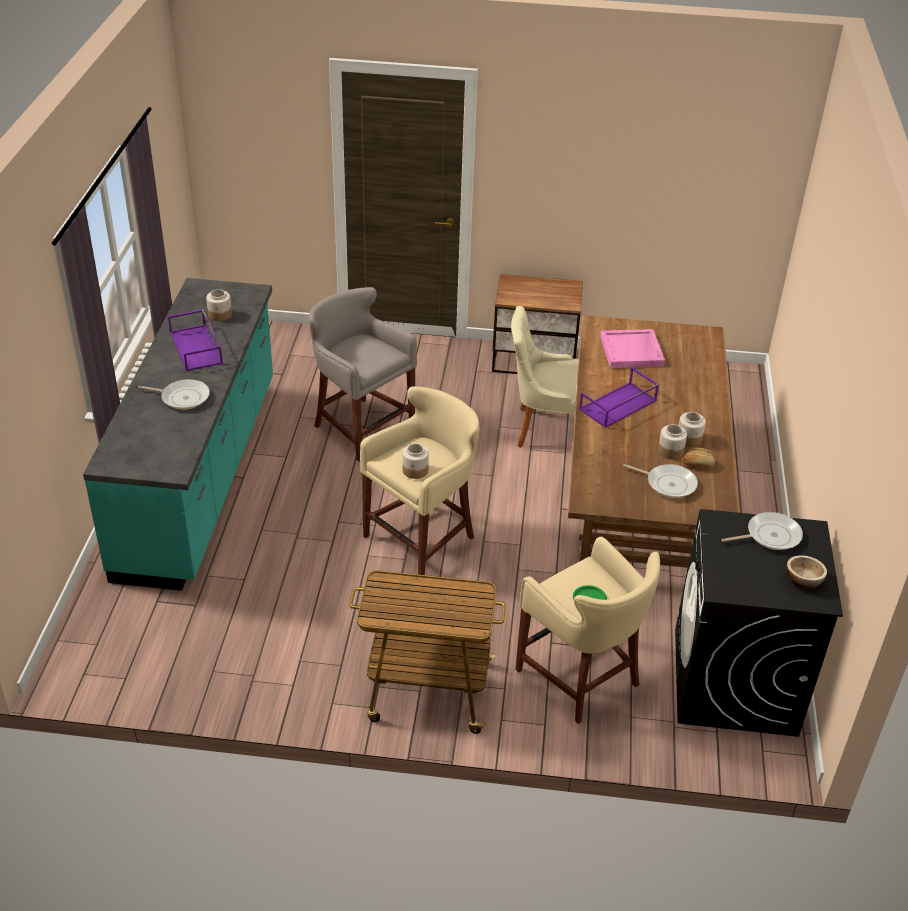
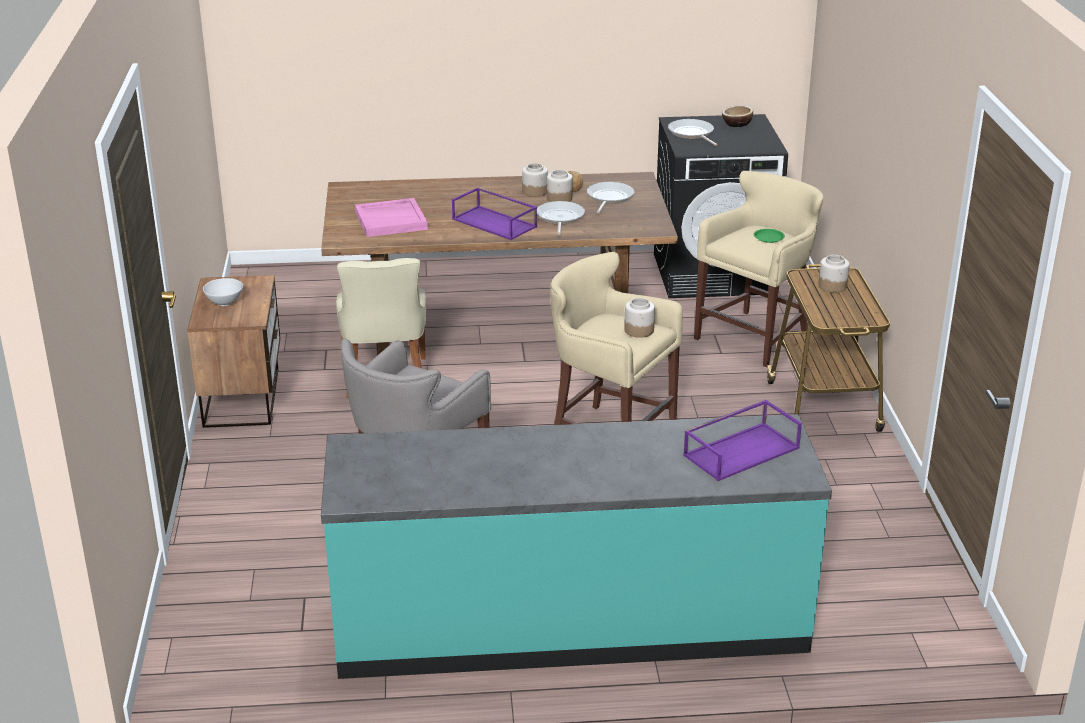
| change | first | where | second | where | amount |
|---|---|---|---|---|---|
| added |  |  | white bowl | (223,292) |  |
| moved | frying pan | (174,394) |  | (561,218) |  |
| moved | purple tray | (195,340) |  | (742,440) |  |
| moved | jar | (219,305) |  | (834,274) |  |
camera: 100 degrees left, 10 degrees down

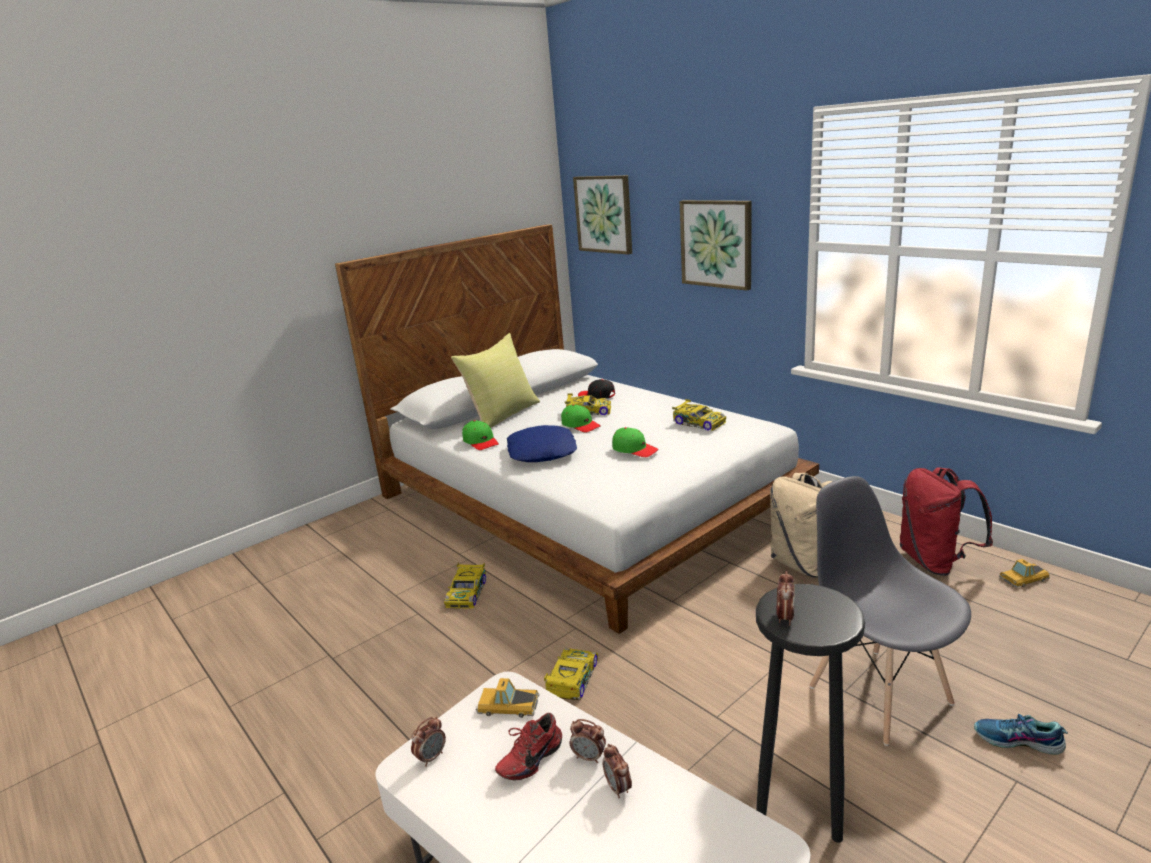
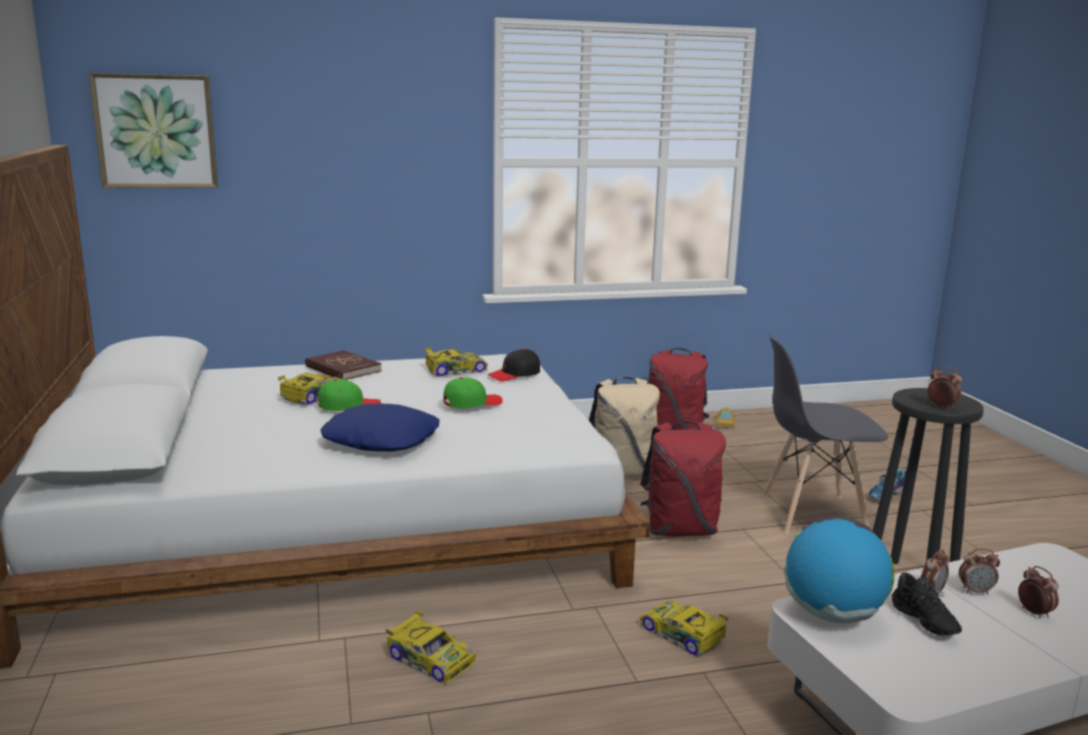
| change | first | where | second | where | amount |
|---|---|---|---|---|---|
| removed | yellow pillow | (495,380) |  |  |  |
| removed | green cap | (480,435) |  |  |  |
| removed | picture | (716,245) |  |  |  |
| added |  |  | red book | (343,365) |  |
| added |  |  | red backpack | (683,478) |  |
| moved | alarm clock | (428,741) |  | (1038,592) |  |
| moved | black cap | (596,389) |  | (514,365) |  |
| replaced | toy car | (507,698) | globe | (839,569) |  |
| recoloured | red shoe | (528,746) | black shoe | (927,604) |  |
camera: 65 degrees left, 5 degrees down

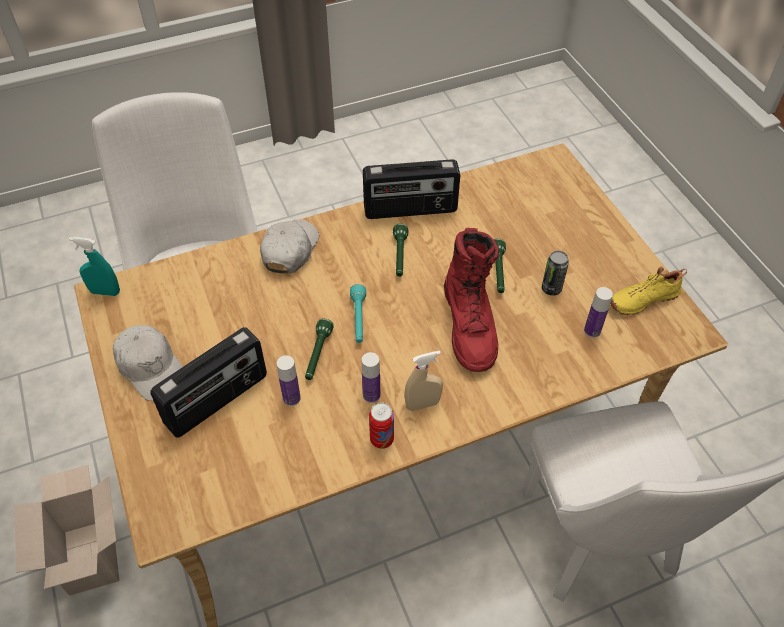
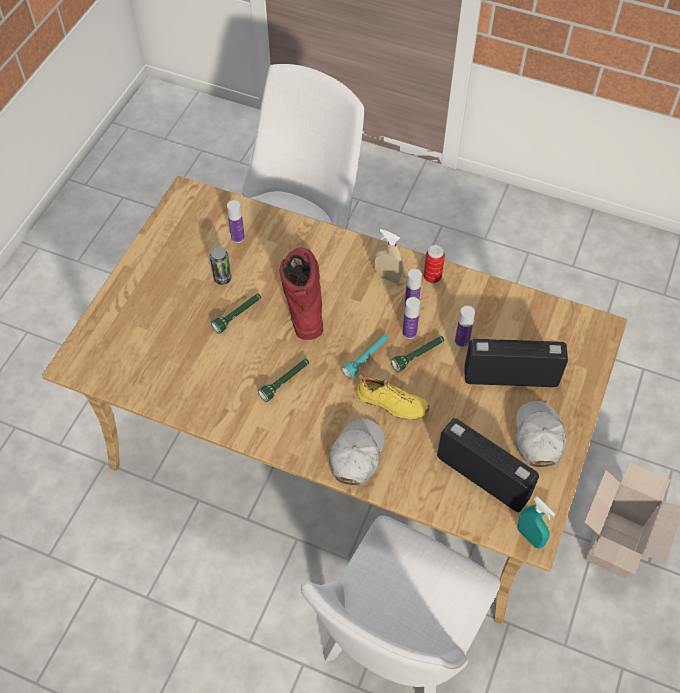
| change | first | where | second | where | amount |
|---|---|---|---|---|---|
| added |  |  | bottle | (411,318) |  |
| moved | radio | (411,189) |  | (488,465) |  |
| moved | yellow shoe | (648,290) |  | (392,397) |  |
| turned | white cap | (289,246) |  | (357,452) | 135 degrees clockwise |
| turned | red boot | (471,300) |  | (301,293) | 45 degrees counterclockwise |
camera: 135 degrees left, 5 degrees up

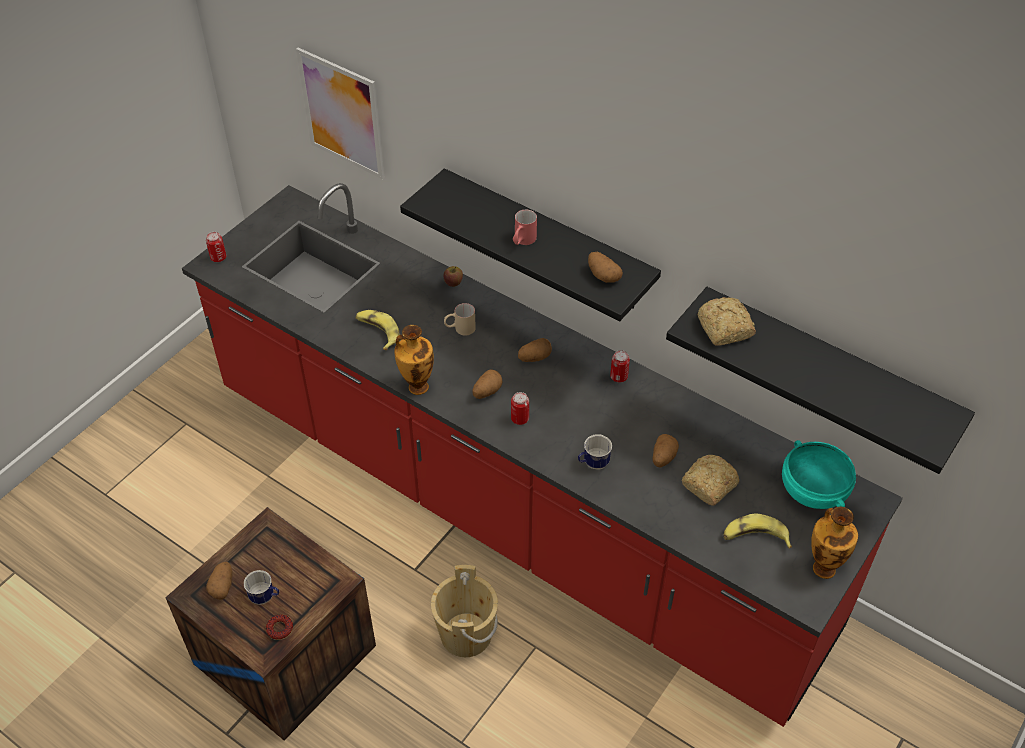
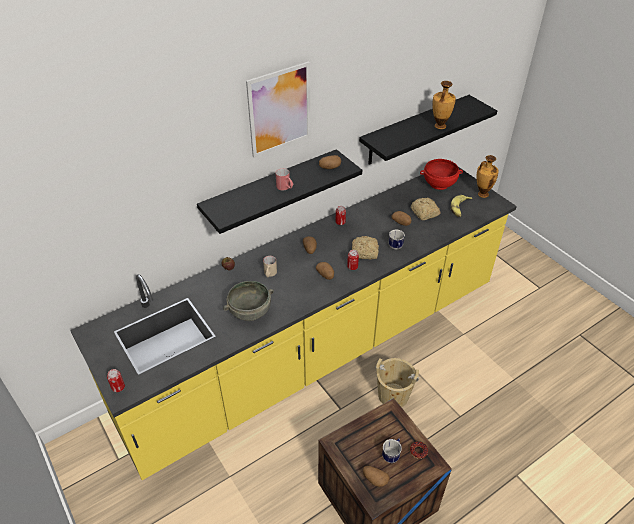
| change | first | where | second | where | amount |
|---|---|---|---|---|---|
| moved | picture | (340,113) |  | (278,109) |  |
| moved | vase | (414,360) |  | (444,105) |  |
| moved | bread | (726,321) |  | (365,247) |  |
| replaced | banana | (378,330) | grey bowl | (248,301) |  |
| recoloured | red counter | (542,455) | yellow counter | (293,323) |  |
| recoloured | turquoise bowl | (819,474) | red bowl | (441,174) |  |
camera: 70 degrees left, 5 degrees down

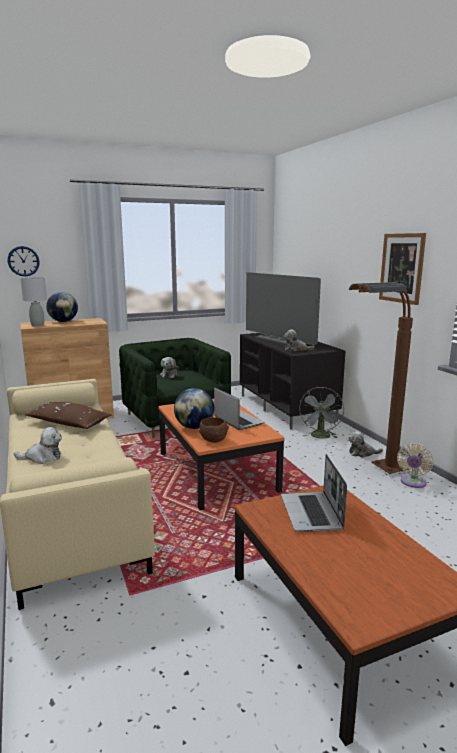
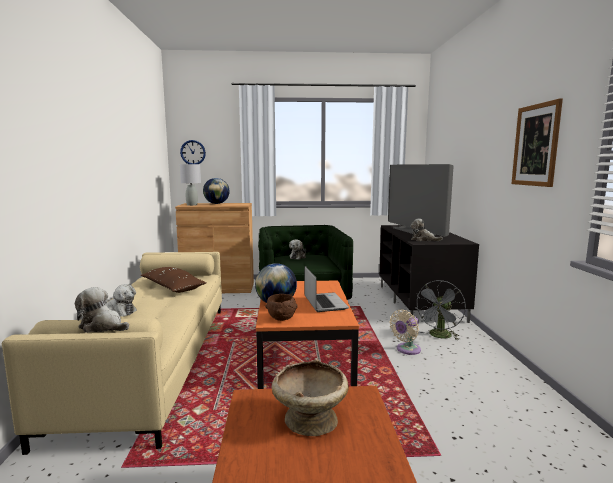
| change | first | where | second | where | amount |
|---|---|---|---|---|---|
| removed | brown floor lamp | (381,378) |  |  |  |
| moved | plush toy | (365,444) |  | (102,309) |  |
| moved | beige fan | (415,466) |  | (405,332) |  |
| replaced | laptop | (314,493) | beige bowl | (310,397) |  |
camera: 20 degrees right, 5 degrees down

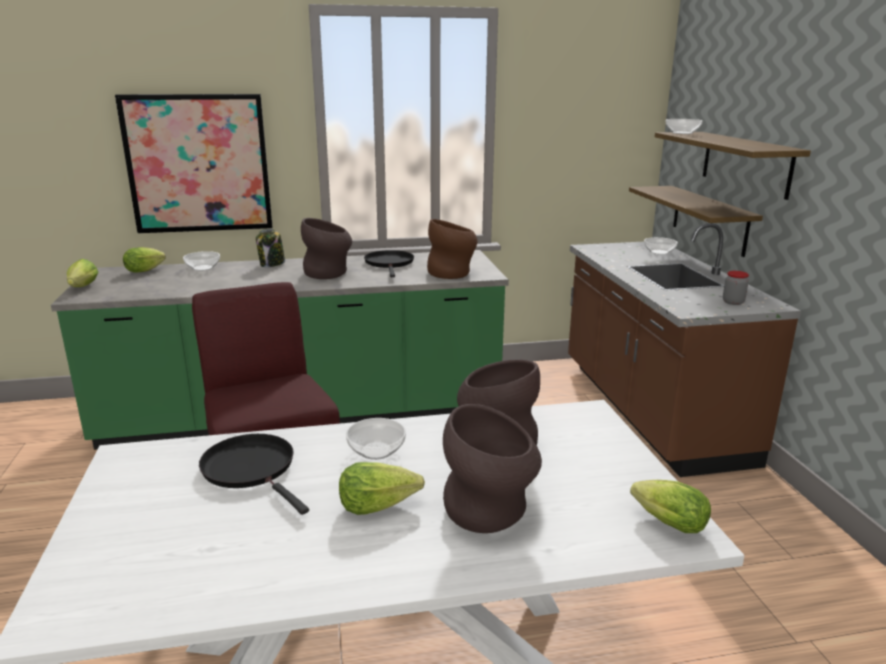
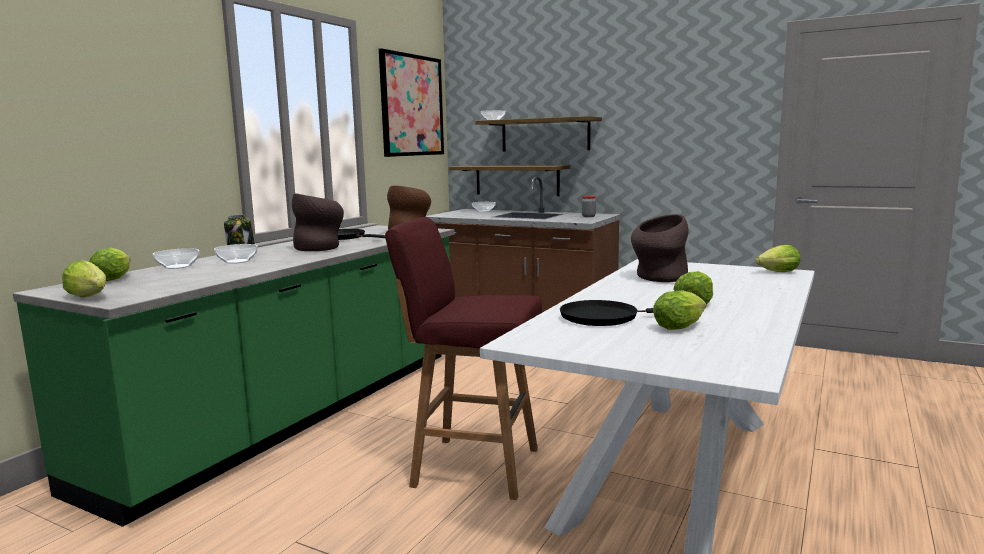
| change | first | where | second | where | amount |
|---|---|---|---|---|---|
| removed | brown vase | (492,468) |  |  |  |
| added |  |  | lettuce | (679,310) |  |
| moved | picture | (193,163) |  | (411,102) |  |
| moved | bowl | (376,439) |  | (236,254) |  |
camera: 50 degrees left, 10 degrees down

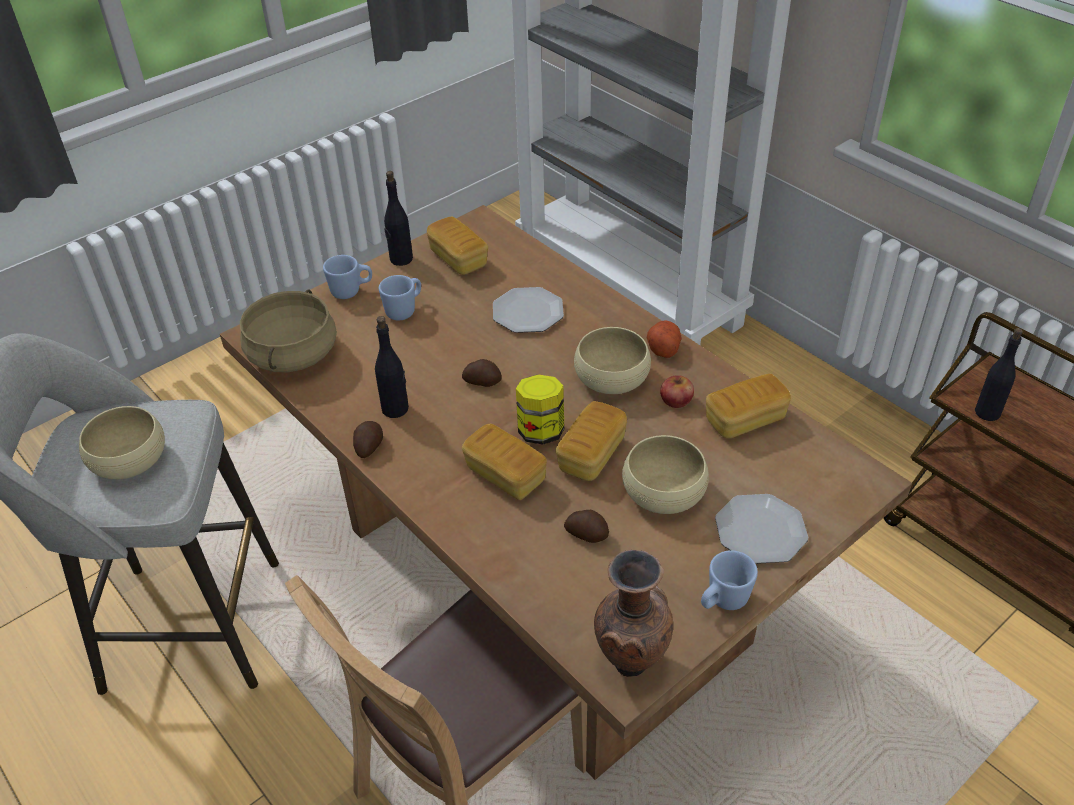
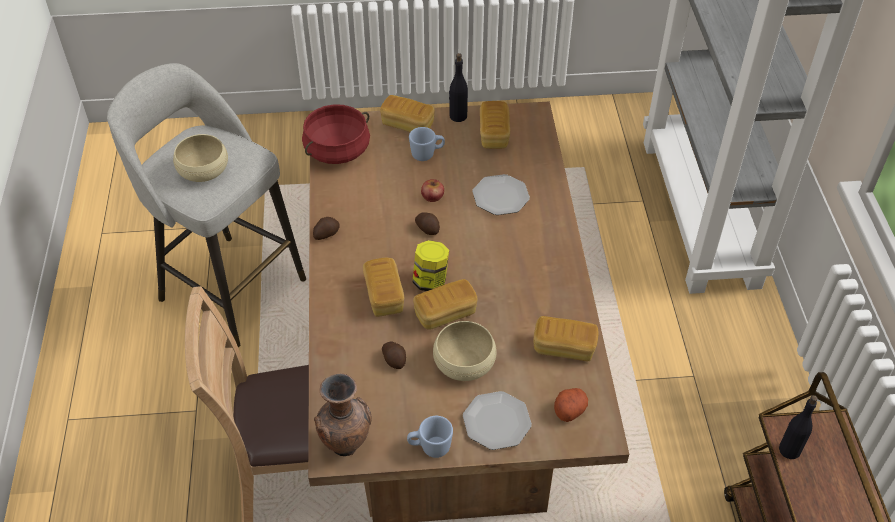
| change | first | where | second | where | amount |
|---|---|---|---|---|---|
| removed | black bottle | (392,367) |  |  |  |
| removed | beige bowl | (612,360) |  |  |  |
| moved | potato | (664,339) |  | (571,405) |  |
| moved | apple | (677,391) |  | (432,190) |  |
| replaced | blue mug | (347,277) | bread | (407,113) |  |
| recoloured | beige cooking pot | (288,330) | red cooking pot | (336,134) |  |
camera: 35 degrees right, 5 degrees up

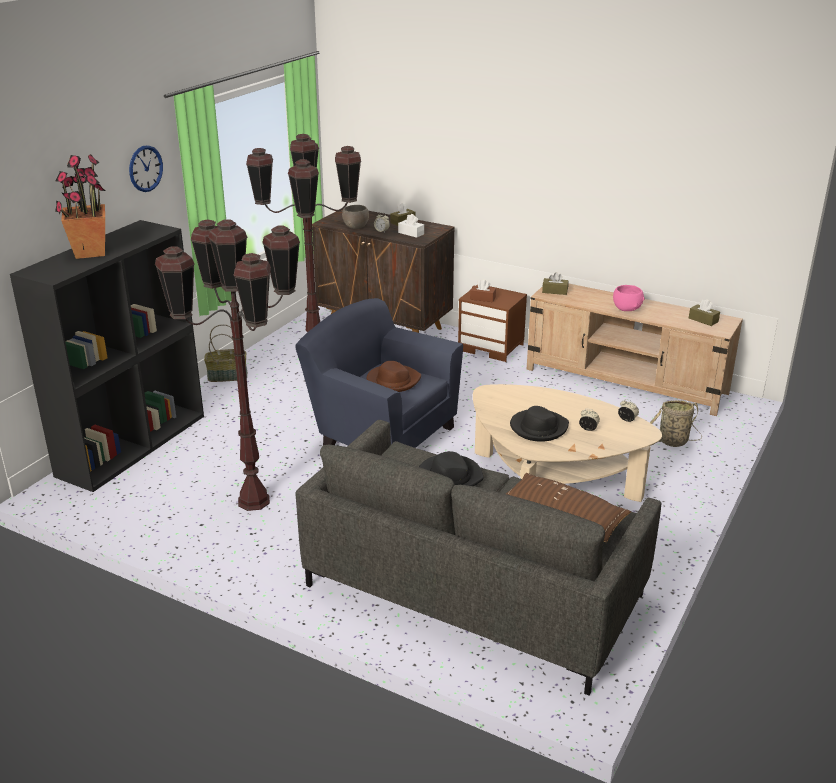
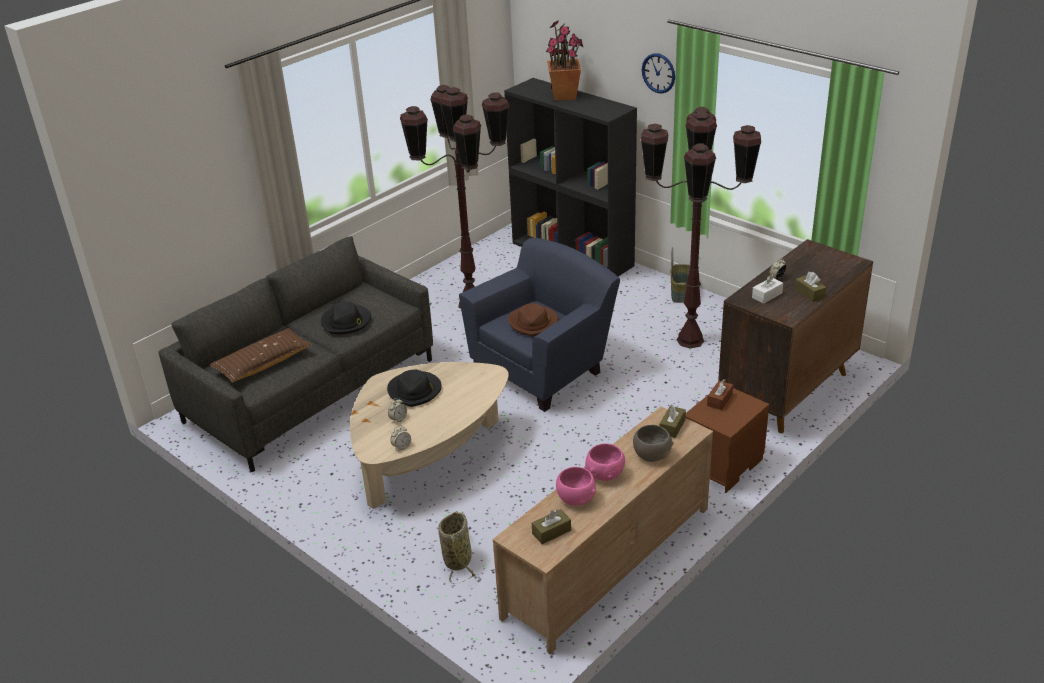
| change | first | where | second | where | amount |
|---|---|---|---|---|---|
| added |  |  | pink bowl | (576,486) |  |
| moved | grey bowl | (355,217) |  | (653,443) |  |
camera: 105 degrees right, 5 degrees up

